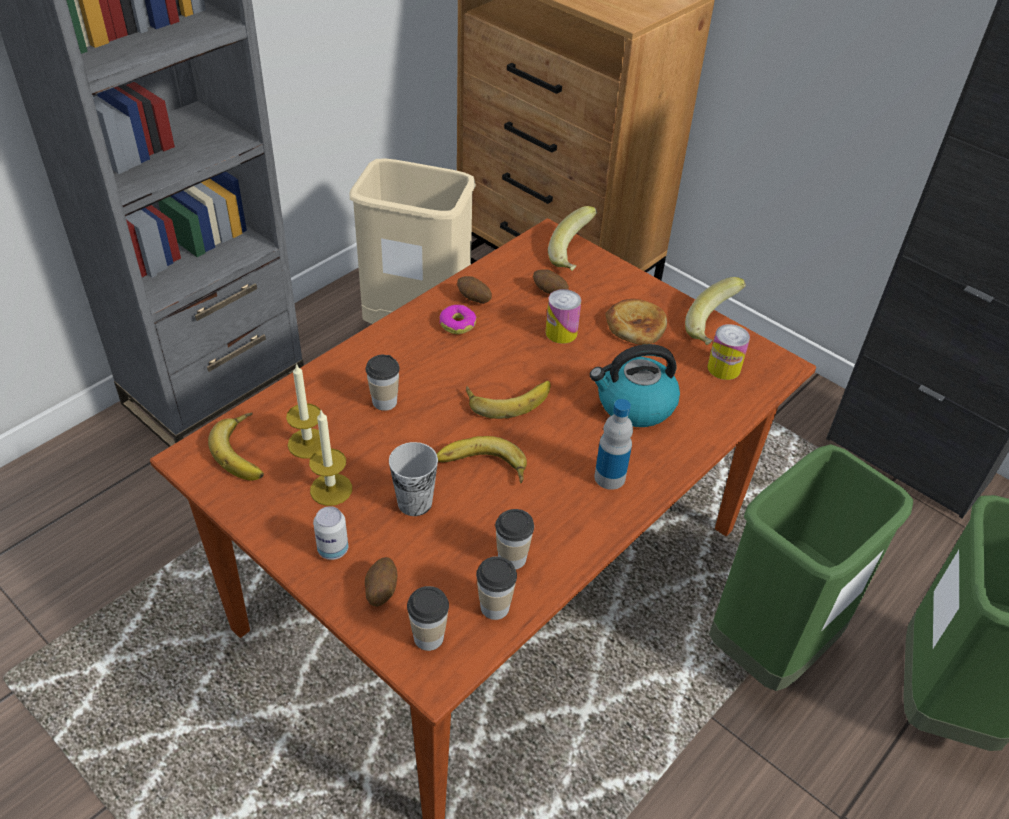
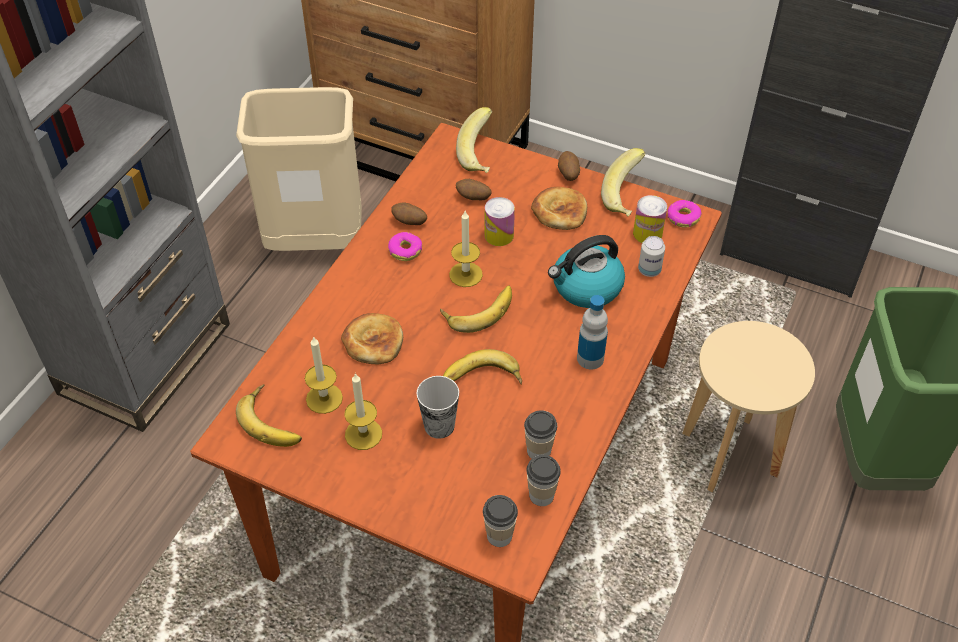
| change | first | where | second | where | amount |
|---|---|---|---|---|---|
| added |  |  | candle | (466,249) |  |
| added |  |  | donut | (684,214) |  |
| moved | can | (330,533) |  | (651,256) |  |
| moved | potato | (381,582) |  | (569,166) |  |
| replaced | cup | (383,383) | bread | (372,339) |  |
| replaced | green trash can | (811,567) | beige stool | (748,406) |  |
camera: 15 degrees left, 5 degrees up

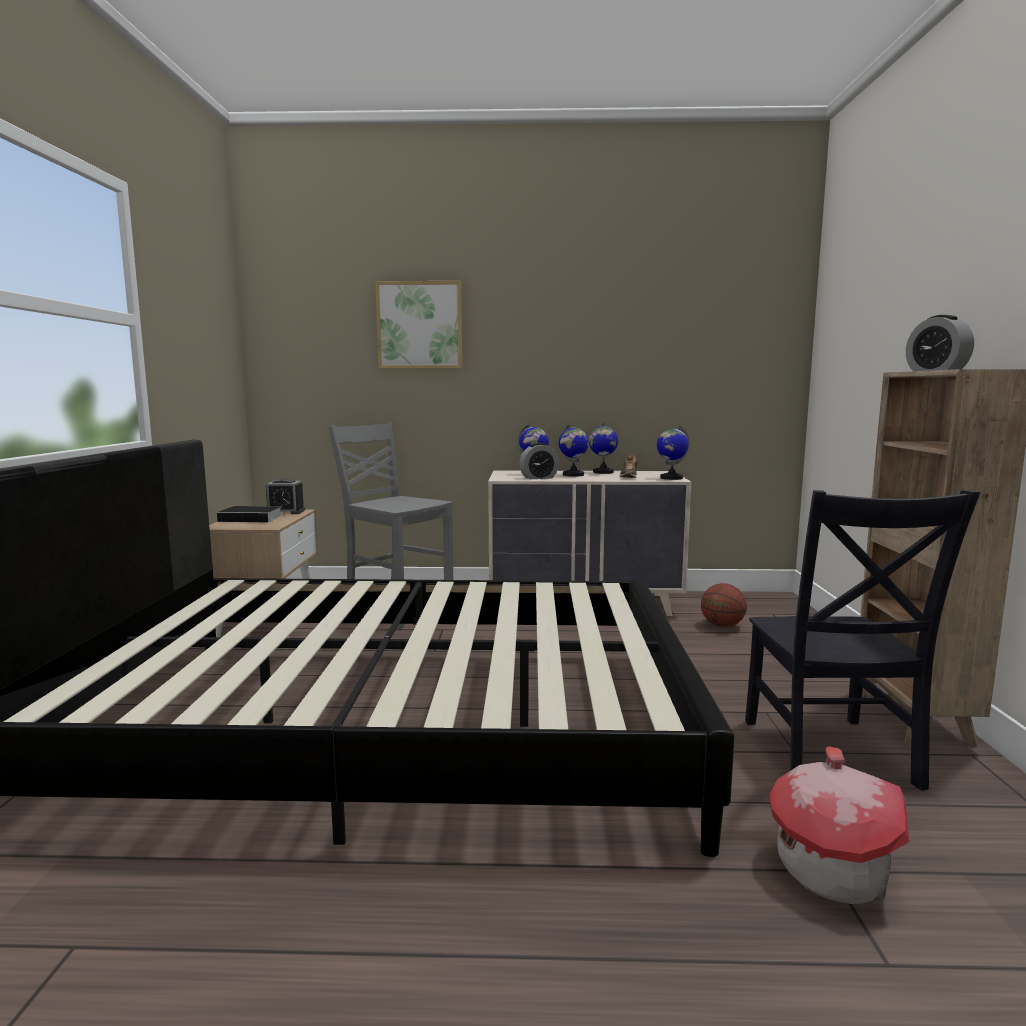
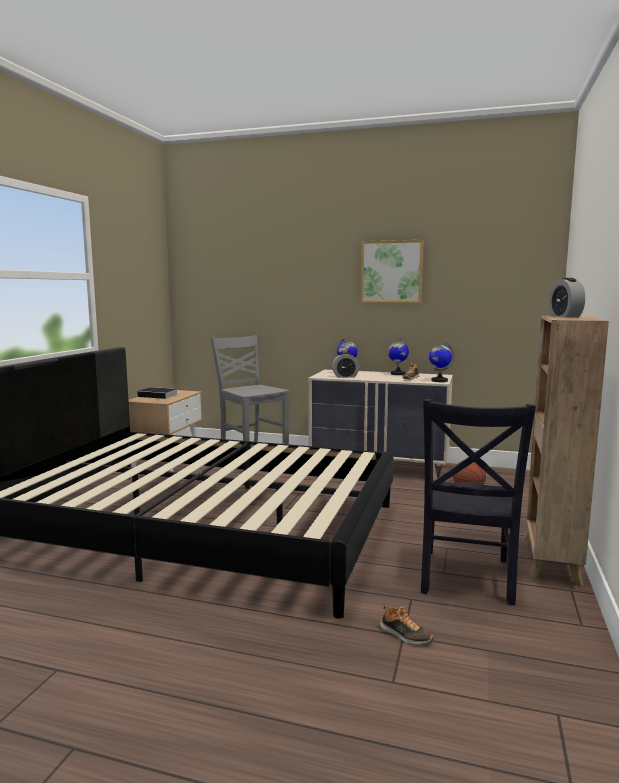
| change | first | where | second | where | amount |
|---|---|---|---|---|---|
| removed | alarm clock | (285,496) |  |  |  |
| removed | globe | (574,450) |  |  |  |
| moved | picture | (418,325) |  | (392,271) |  |
| replaced | toy house | (839,825) | shoe | (407,624) |  |
camera: 15 degrees right, 0 degrees up

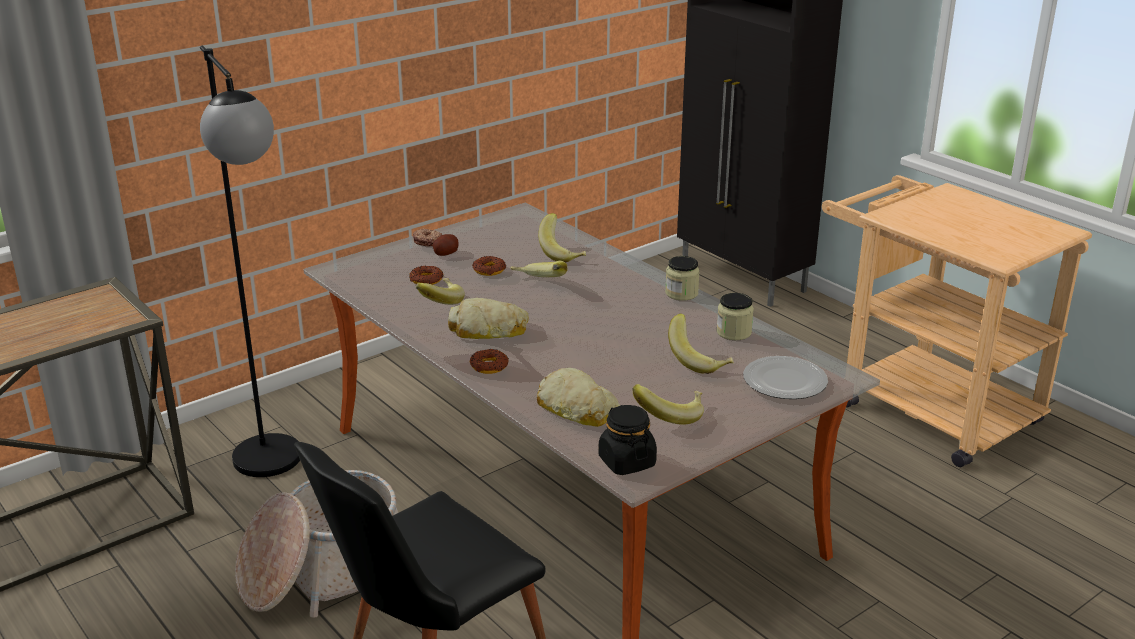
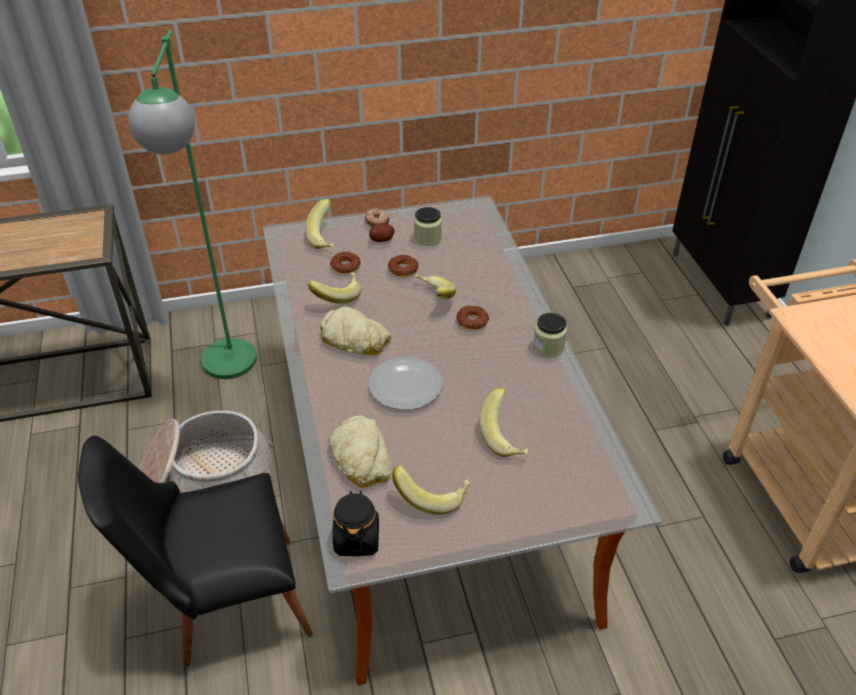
| change | first | where | second | where | amount |
|---|---|---|---|---|---|
| moved | donut | (489,361) |  | (473,318) |  |
| moved | banana | (562,238) |  | (319,224) |  |
| moved | jar | (735,316) |  | (428,226) |  |
| moved | plate | (785,377) |  | (405,383) |  |
| recoloured | black floor lamp | (250,261) | green floor lamp | (192,204) |  |
camera: 25 degrees right, 15 degrees up

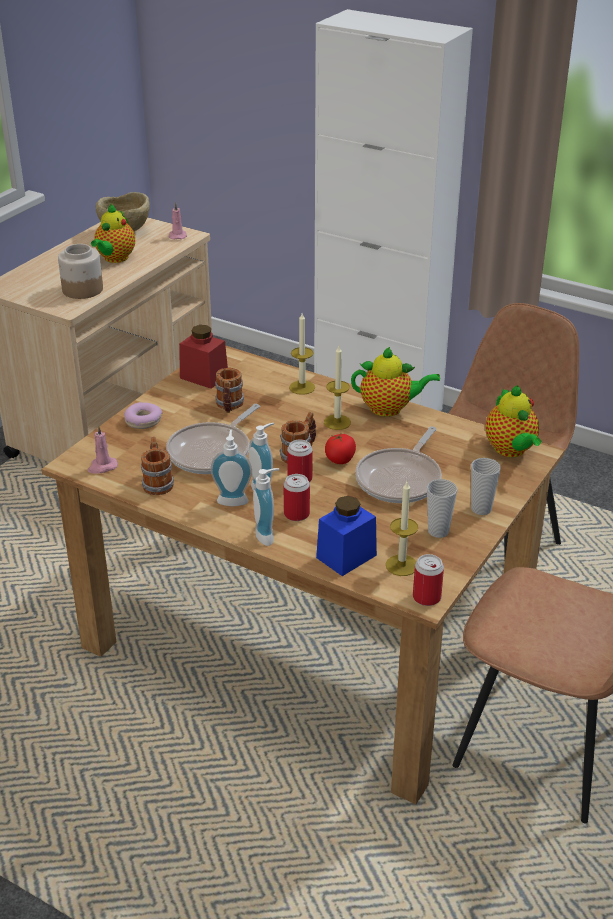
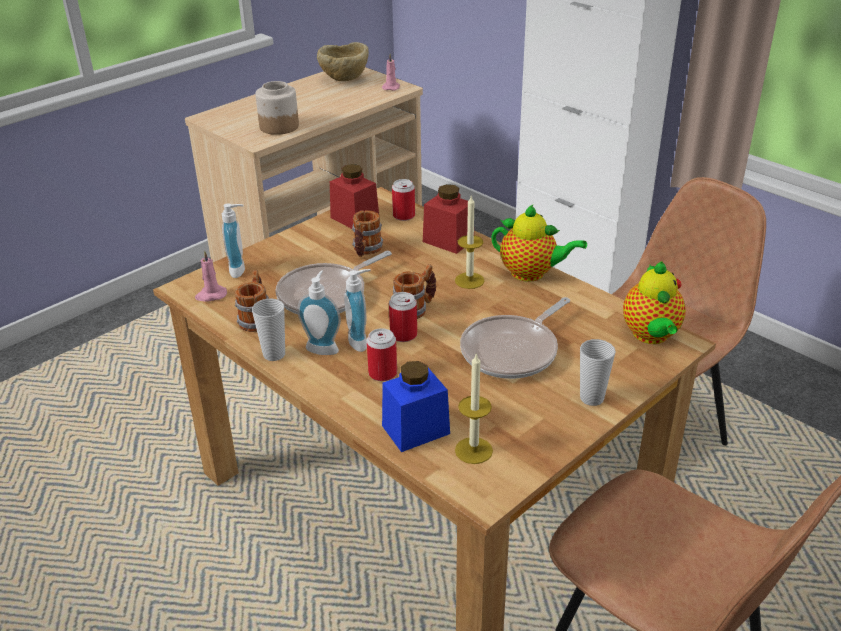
| change | first | where | second | where | amount |
|---|---|---|---|---|---|
| removed | teapot | (113,233) |  |  |  |
| removed | donut | (143,415) |  |  |  |
| removed | tomato | (340,449) |  |  |  |
| moved | soap dispenser | (266,507) |  | (233,240) |  |
| moved | can | (428,580) |  | (403,200) |  |
| moved | cup | (442,508) |  | (268,329) |  |
| replaced | candle | (302,354) | red jar | (445,219) |  |
camera: 15 degrees right, 0 degrees up

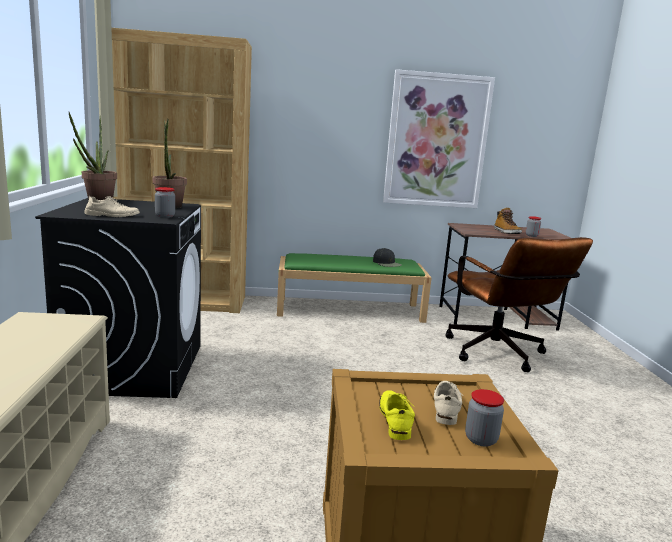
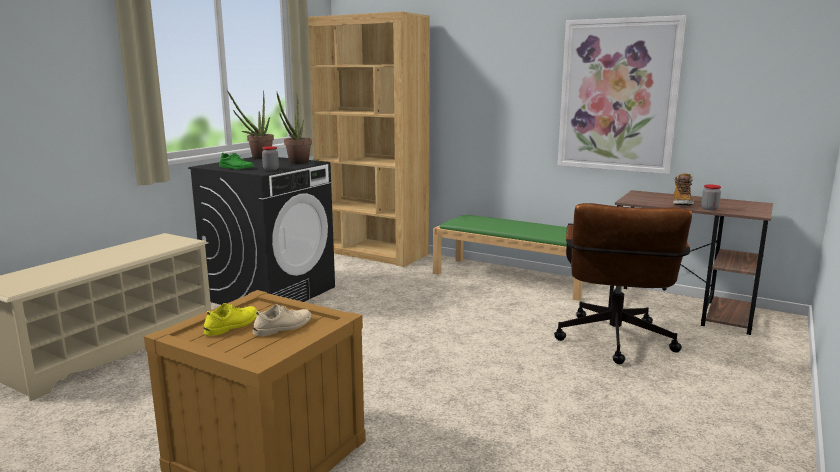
| change | first | where | second | where | amount |
|---|---|---|---|---|---|
| removed | black cap | (387,257) |  |  |  |
| removed | jar | (484,418) |  |  |  |
| recoloured | beige shoe | (112,206) | green shoe | (236,161) |  |
camera: 35 degrees right, 0 degrees up

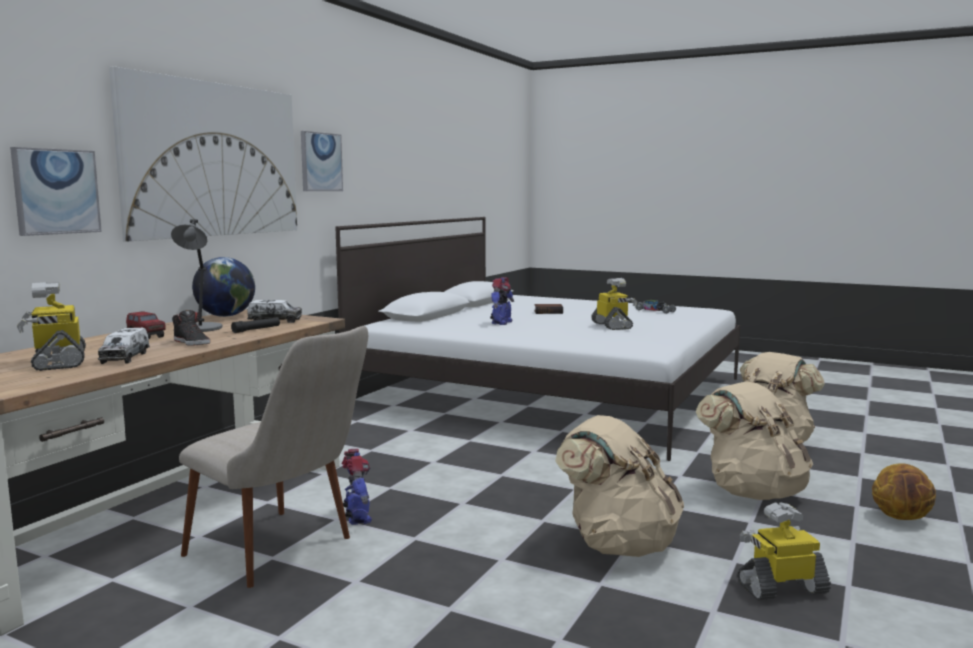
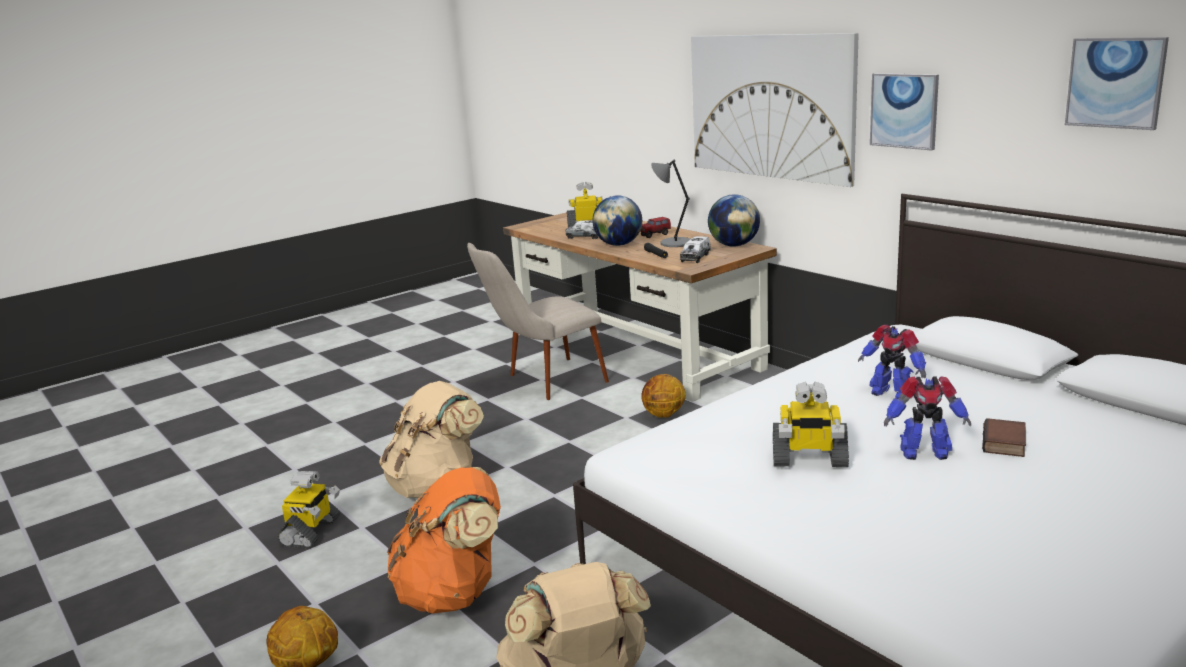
| change | first | where | second | where | amount |
|---|---|---|---|---|---|
| removed | toy car | (655,307) |  |  |  |
| added |  |  | basketball | (663,396) |  |
| moved | picture | (56,191) |  | (1117,83) |  |
| moved | toy robot | (357,487) |  | (927,418) |  |
| replaced | black shoe | (191,328) | globe | (617,220) |  |
| recoloured | beige backpack | (754,440) | orange backpack | (444,540) |  |
camera: 115 degrees right, 10 degrees up

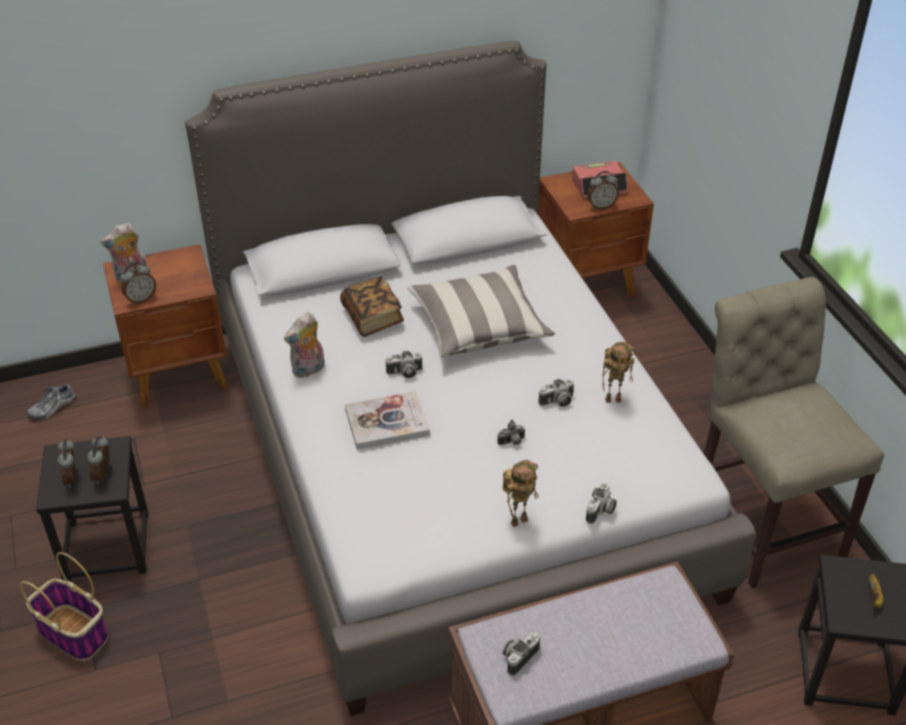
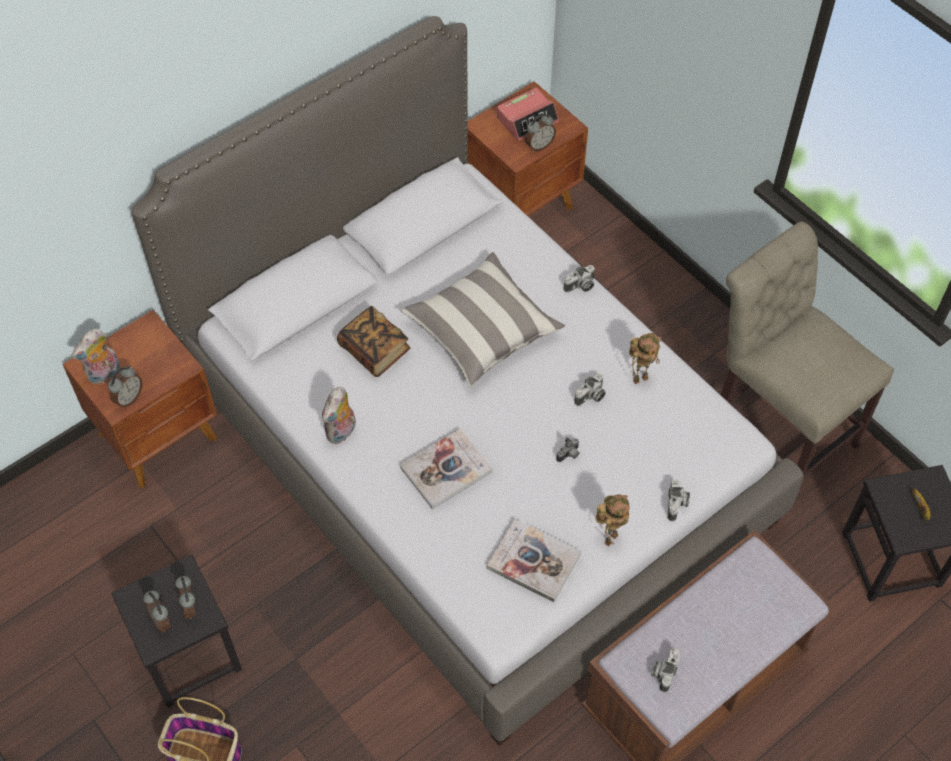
| change | first | where | second | where | amount |
|---|---|---|---|---|---|
| removed | shoe | (50,402) |  |  |  |
| added |  |  | book | (533,560) |  |
| moved | photo camera | (403,364) |  | (579,279) |  |
camera: 20 degrees left, 15 degrees up

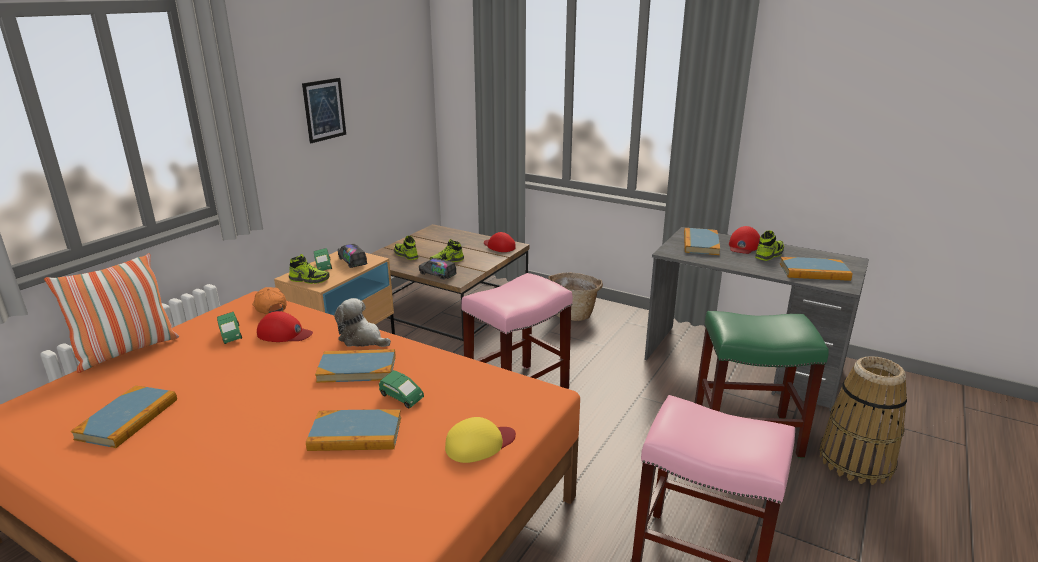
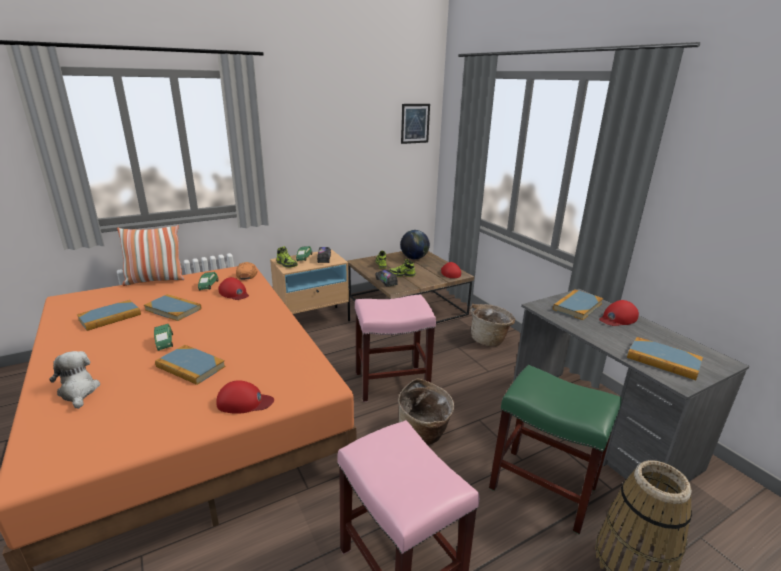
| change | first | where | second | where | amount |
|---|---|---|---|---|---|
| removed | shoe | (769,245) |  |  |  |
| added |  |  | basket | (426,412) |  |
| added |  |  | globe | (415,244) |  |
| moved | picture | (324,110) |  | (415,124) |  |
| moved | book | (355,366) |  | (172,307) |  |
| moved | plush toy | (362,322) |  | (74,380) |  |
| moved | green toy car | (401,389) |  | (163,337) |  |
| recoloured | yellow cap | (480,440) | red cap | (245,397) |  |
camera: 30 degrees right, 0 degrees up

